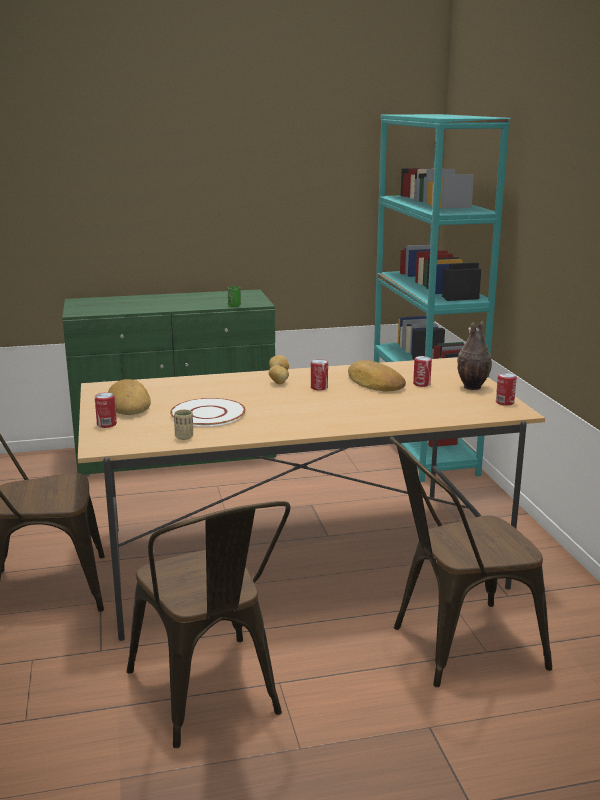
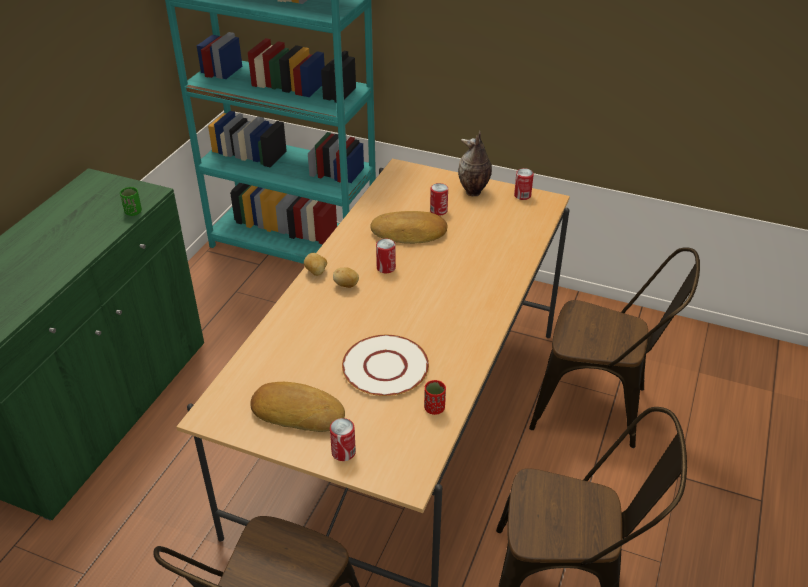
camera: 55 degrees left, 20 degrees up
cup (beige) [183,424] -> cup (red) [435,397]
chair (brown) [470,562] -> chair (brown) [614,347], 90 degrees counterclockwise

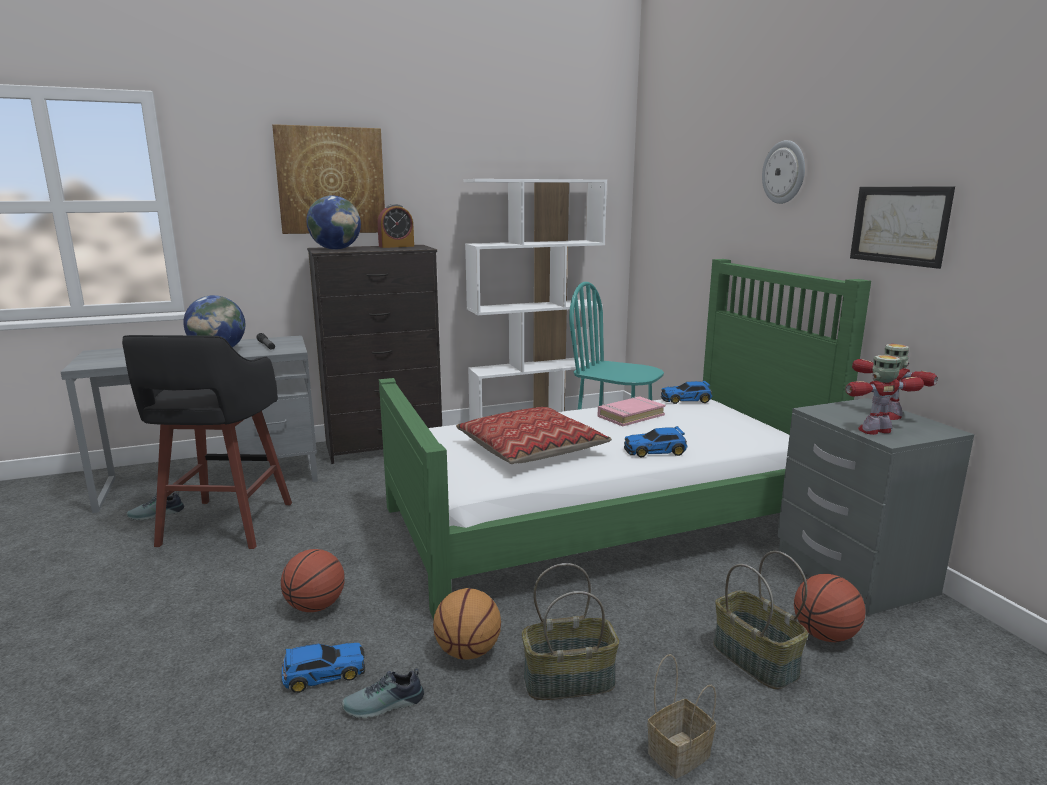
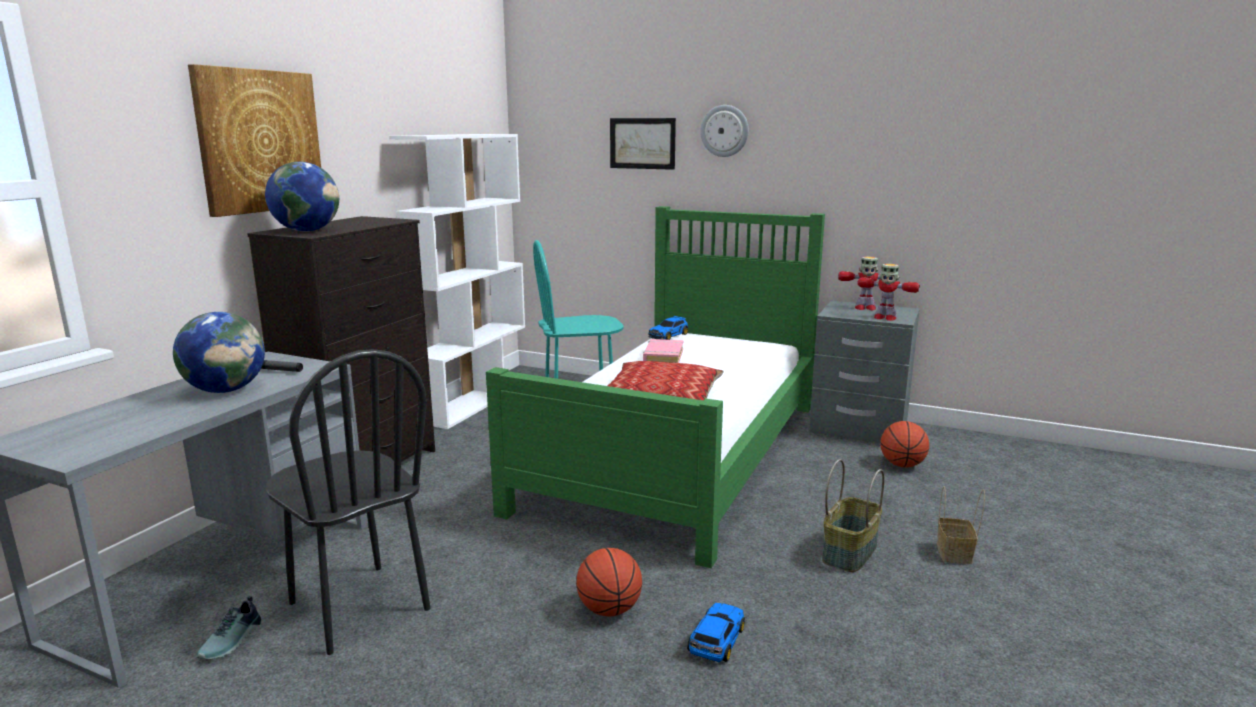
camera: 45 degrees left, 0 degrees up
shoe [383,693] -> none
alarm clock [395,226] -> none
basketball [467,624] -> none
toy car [656,441] -> none
basket [760,620] -> none
picture [902,227] -> picture [643,144], moved
stool (black) [207,442] -> chair (black) [347,502]
toy robot [885,395] -> toy robot [888,292], 90 degrees counterclockwise

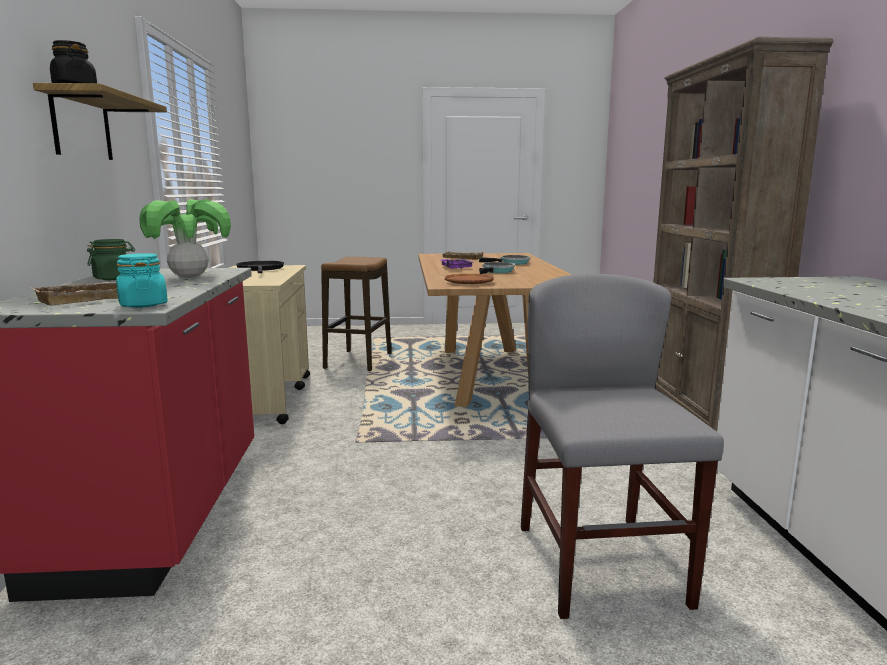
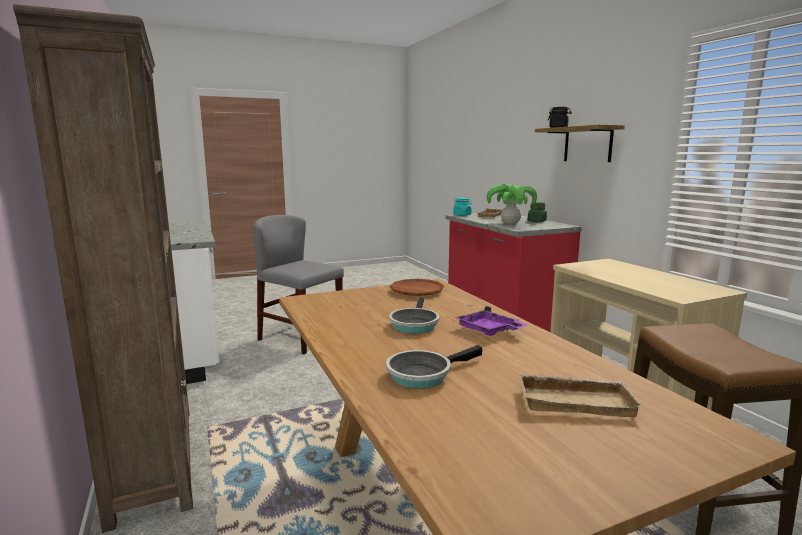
camera: 160 degrees right, 0 degrees up
frying pan (black) [260,267] -> none
chair (grey) [622,446] -> chair (grey) [299,284], 150 degrees clockwise

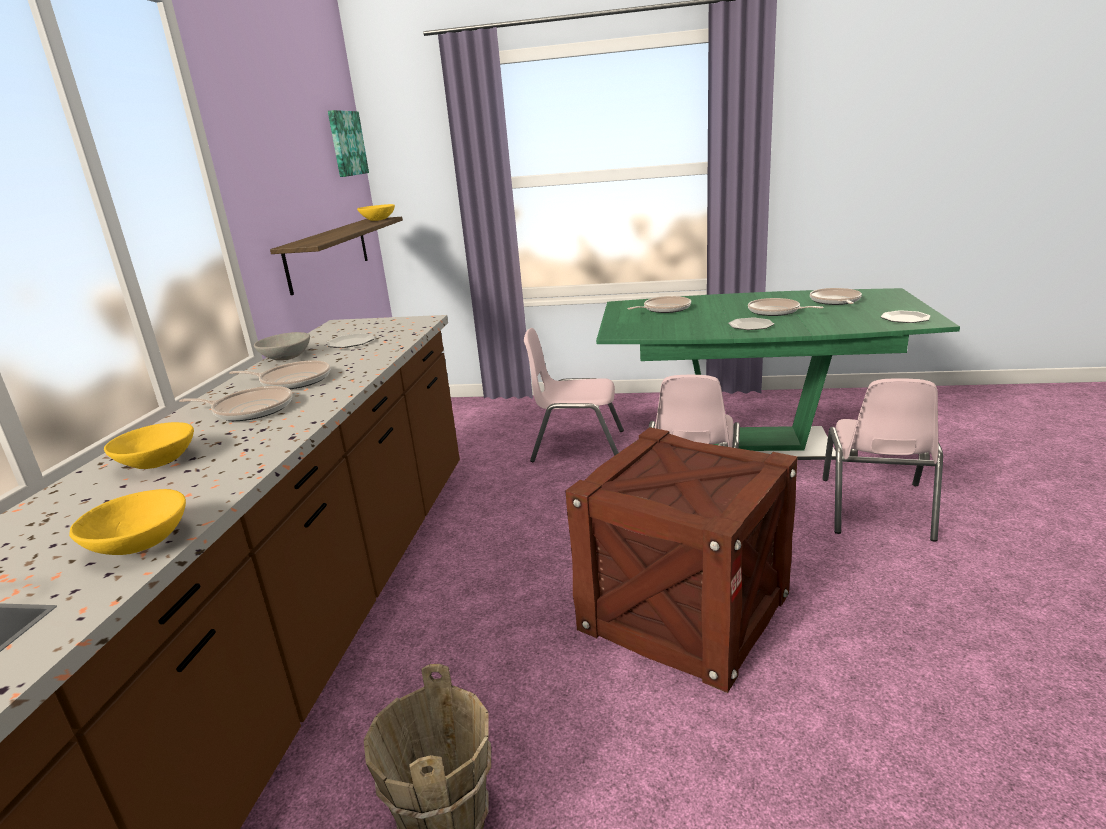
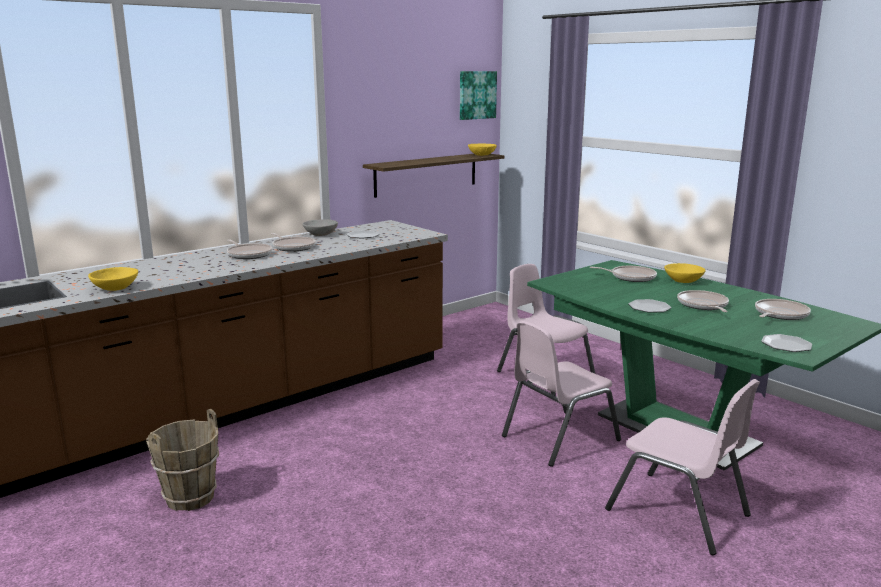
camera: 40 degrees right, 5 degrees down
crate [681,560] -> none
bowl (yellow) [149,445] -> bowl (yellow) [685,273], moved
chair (pink) [882,460] -> chair (pink) [682,467], 105 degrees counterclockwise

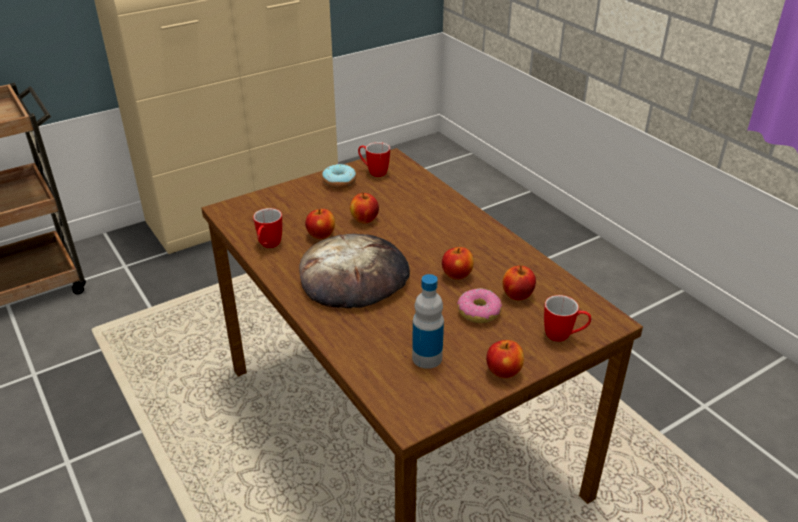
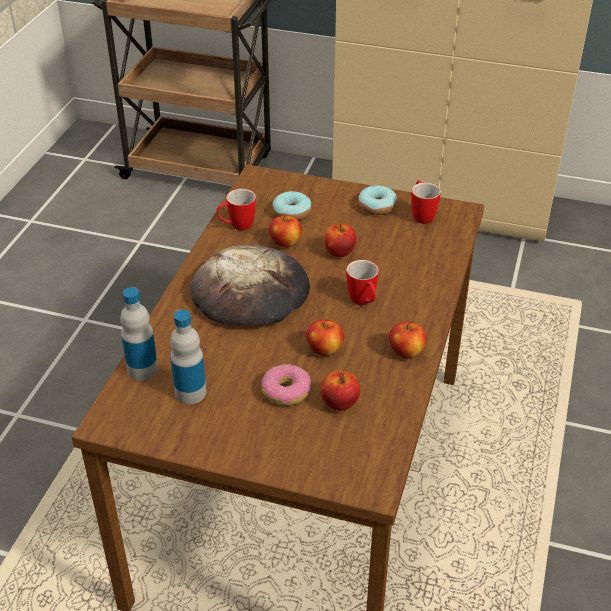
camera: 50 degrees right, 5 degrees up
none -> bottle [139,333]
none -> donut [292,206]
apple [505,359] -> apple [408,339], moved
mug [567,318] -> mug [362,282], moved

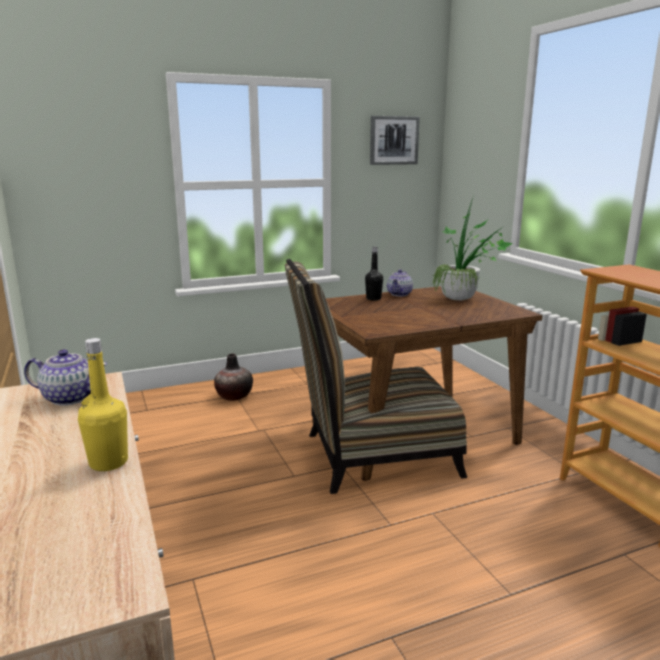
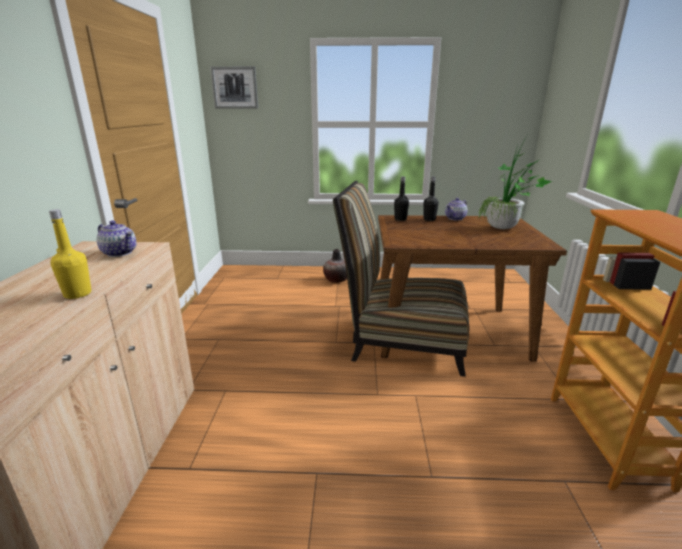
camera: 25 degrees right, 5 degrees up
none -> bottle (black) [401,198]
picture [395,140] -> picture [234,87], moved

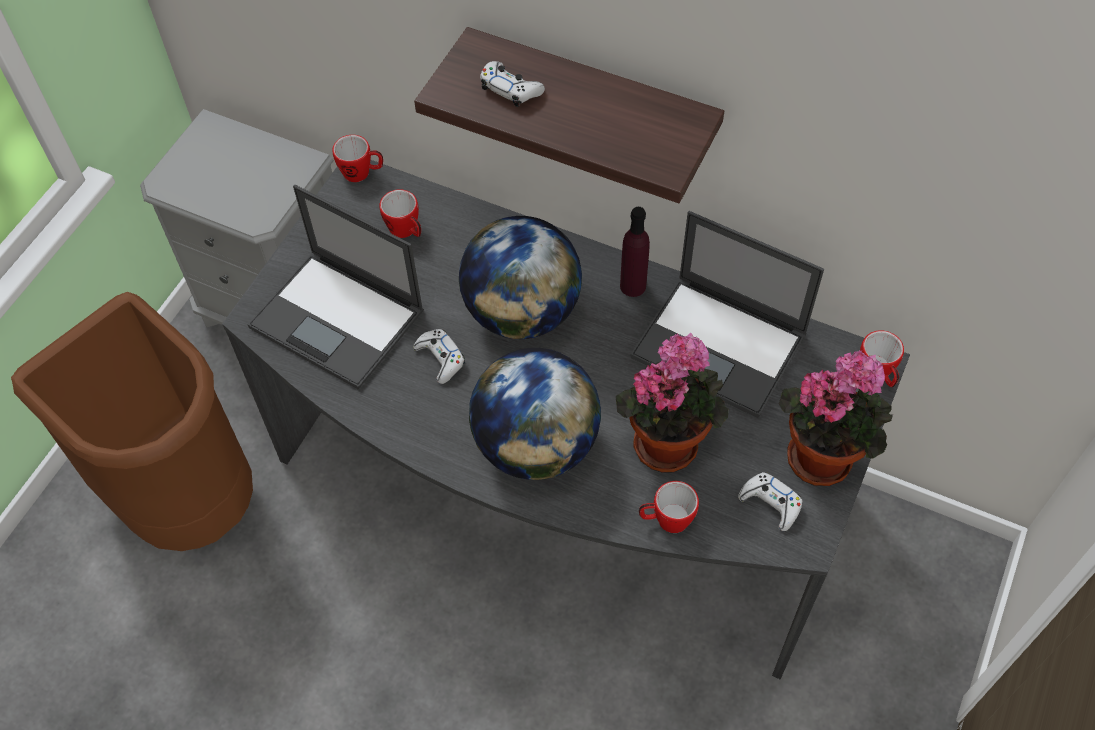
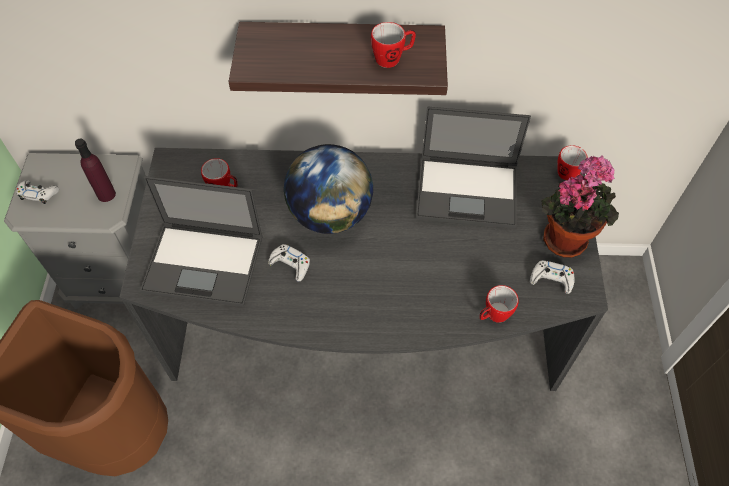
camera: 25 degrees left, 0 degrees up
globe [535,414] -> none
potted plant [672,402] -> none
mug [357,158] -> mug [393,45], moved
game controller (white) [512,84] -> game controller (white) [38,192], moved
bottle (purple) [635,252] -> bottle (purple) [95,170], moved

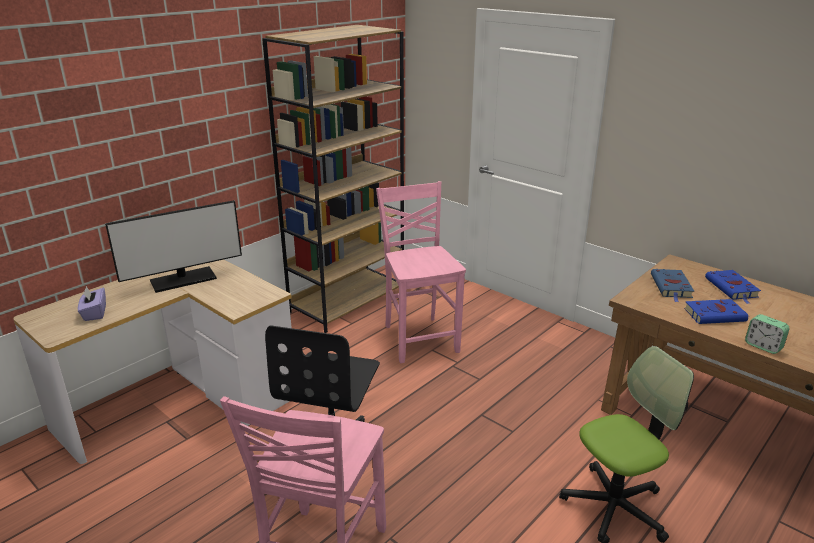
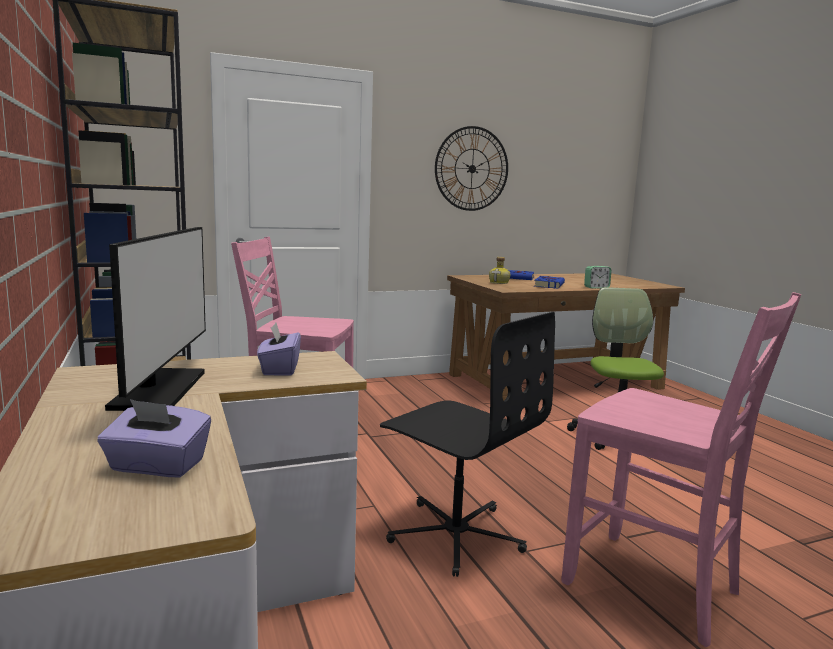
camera: 65 degrees left, 15 degrees down
none -> tissue box (purple) [279,349]
none -> wall clock [471,168]
book (blue) [672,285] -> bottle [499,270]

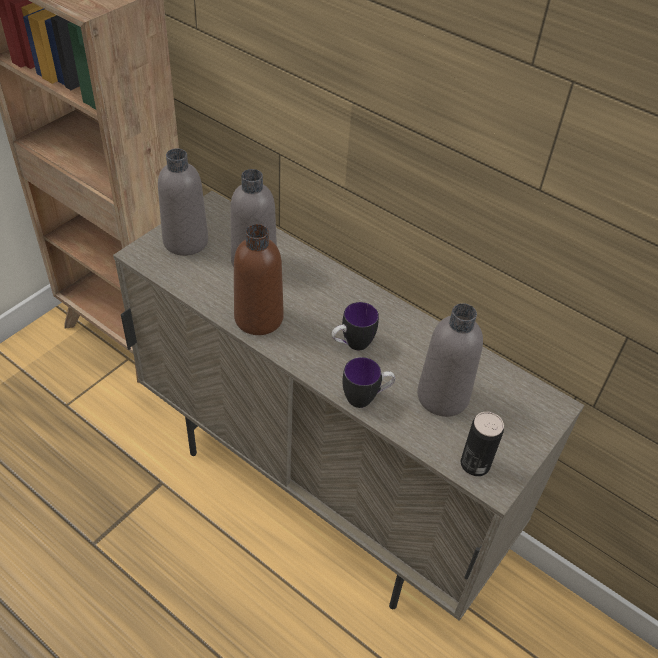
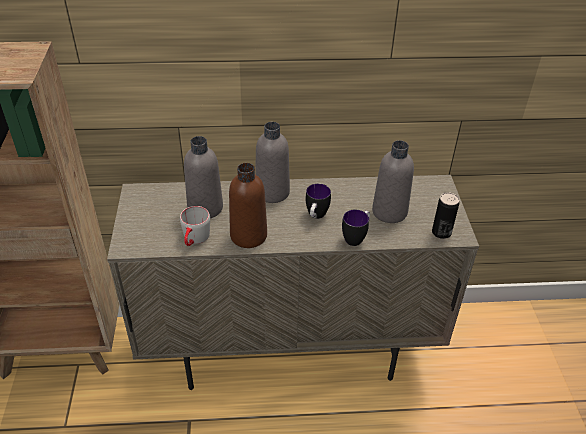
camera: 40 degrees left, 5 degrees down
none -> mug (grey) [195,226]
bottle (grey) [183,202] -> bottle (grey) [272,162], moved

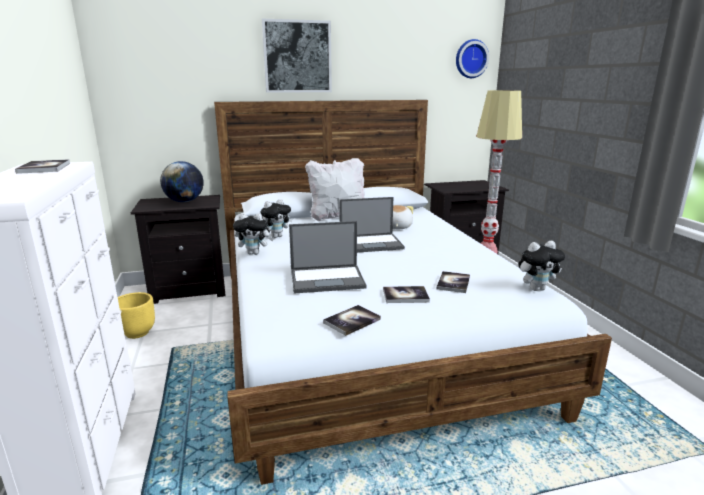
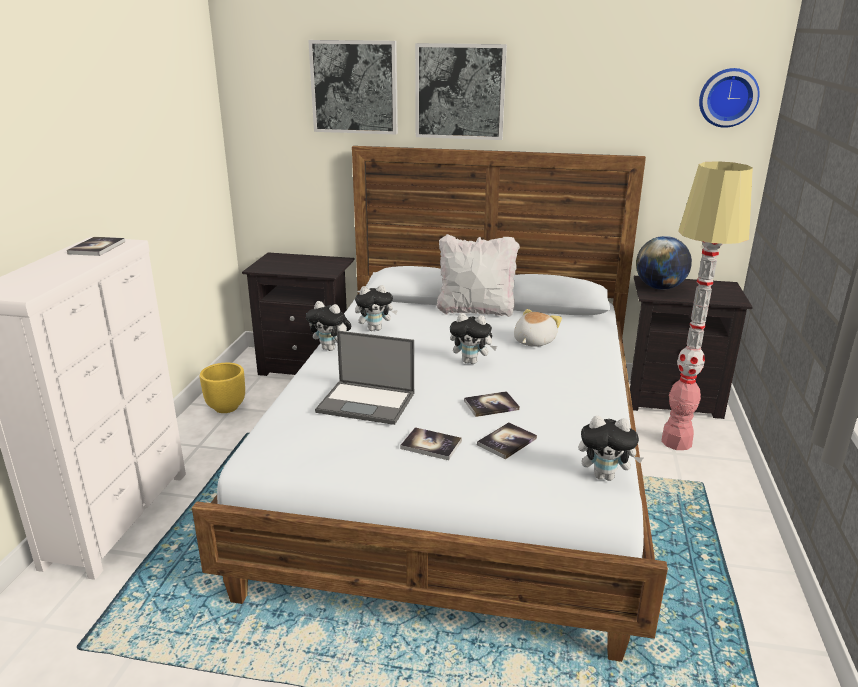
camera: 25 degrees right, 5 degrees up
none -> picture [353,87]
globe [182,181] -> globe [664,263], moved
book [352,320] -> book [492,404], moved
laptop [372,225] -> plush toy [473,338]

